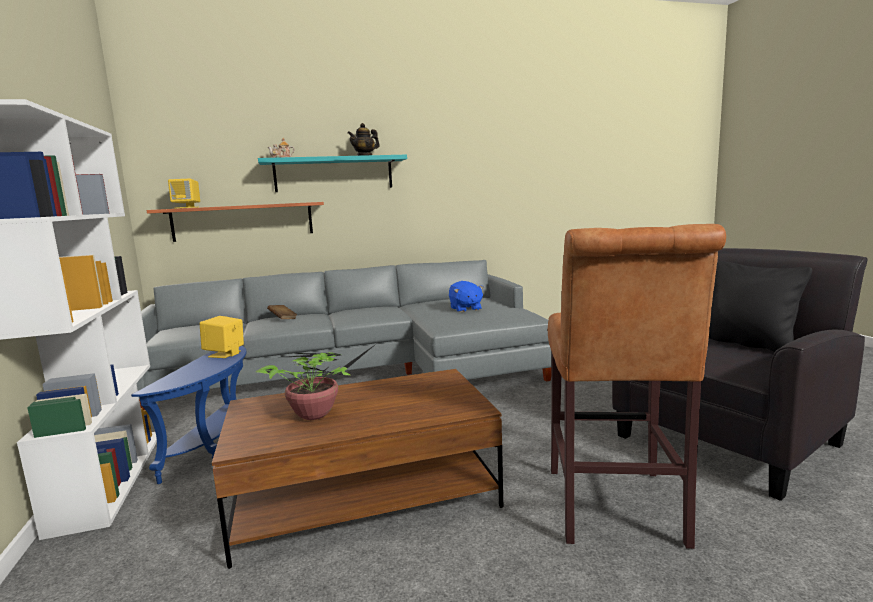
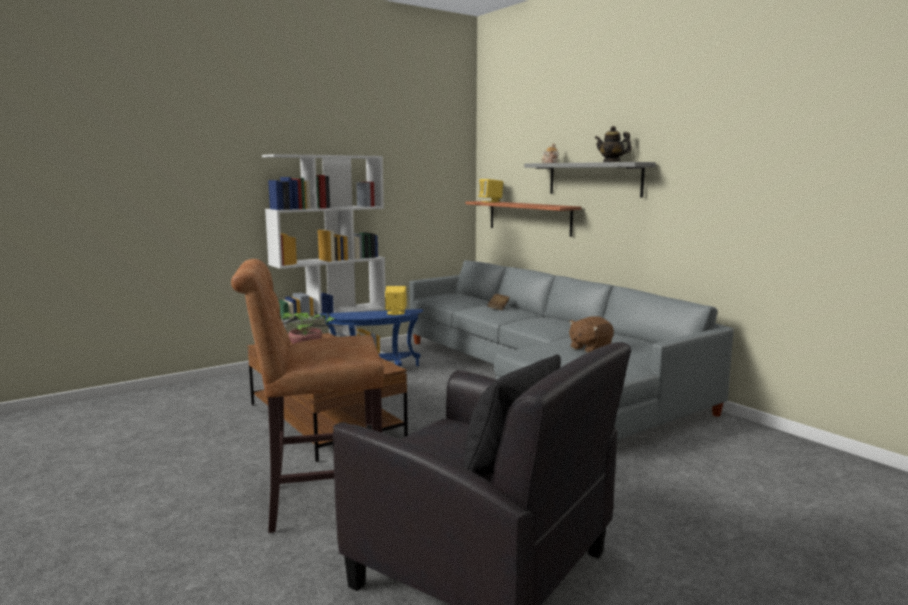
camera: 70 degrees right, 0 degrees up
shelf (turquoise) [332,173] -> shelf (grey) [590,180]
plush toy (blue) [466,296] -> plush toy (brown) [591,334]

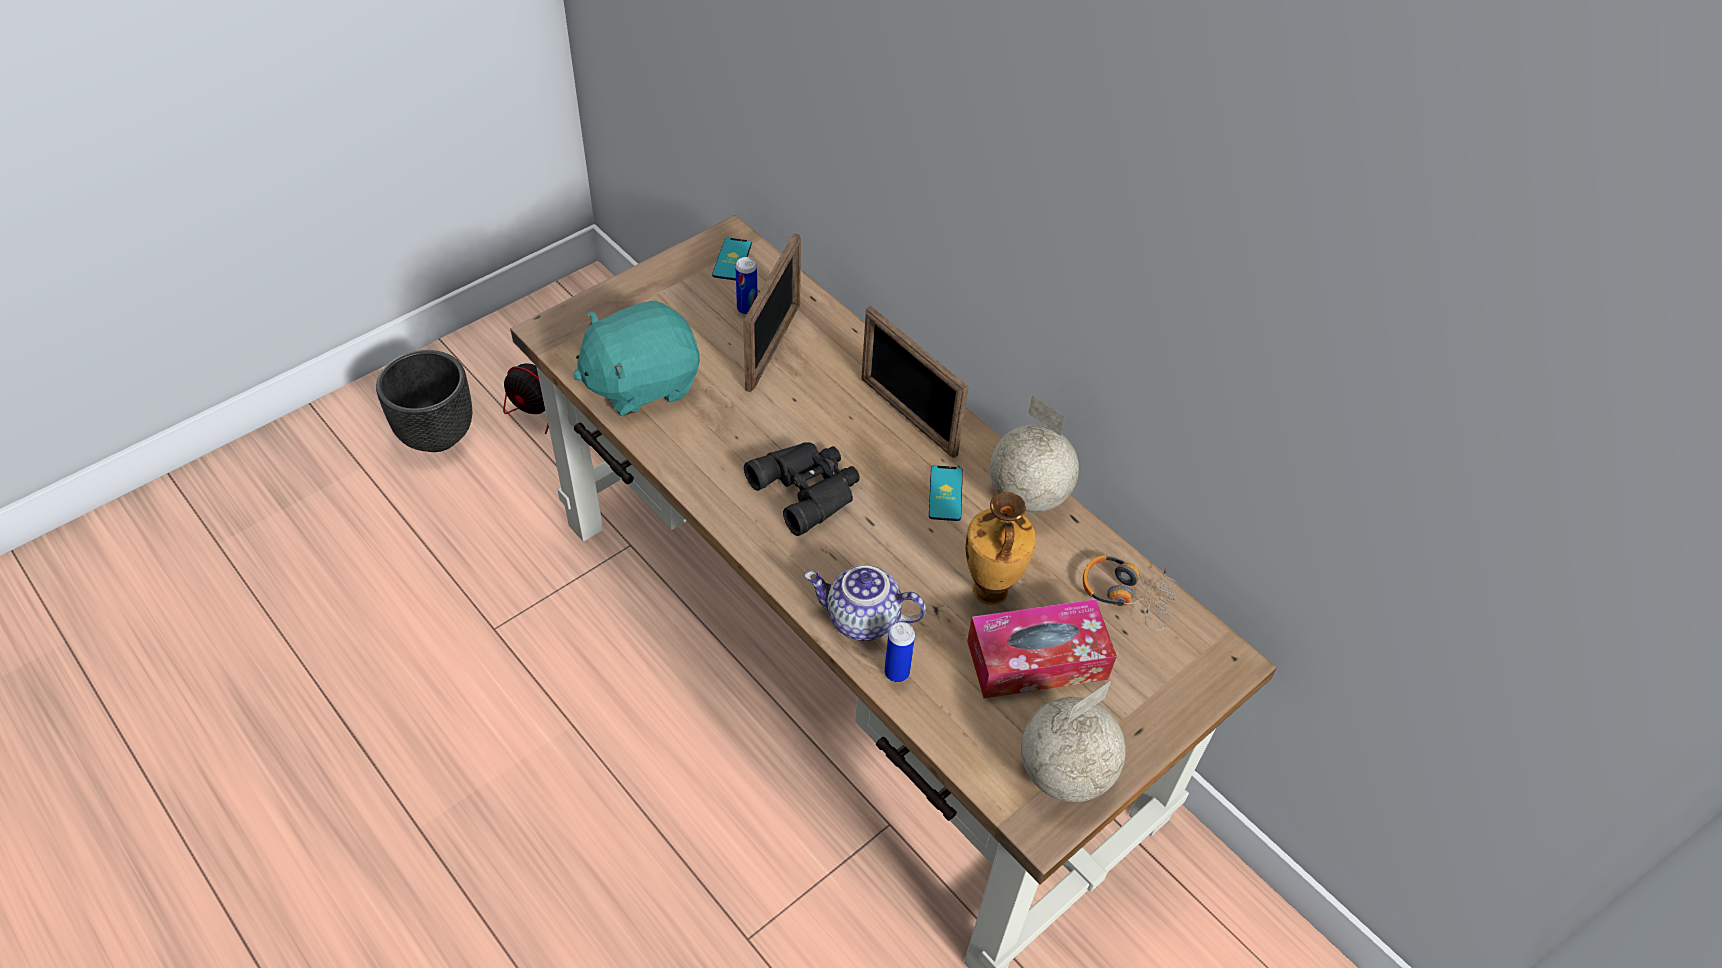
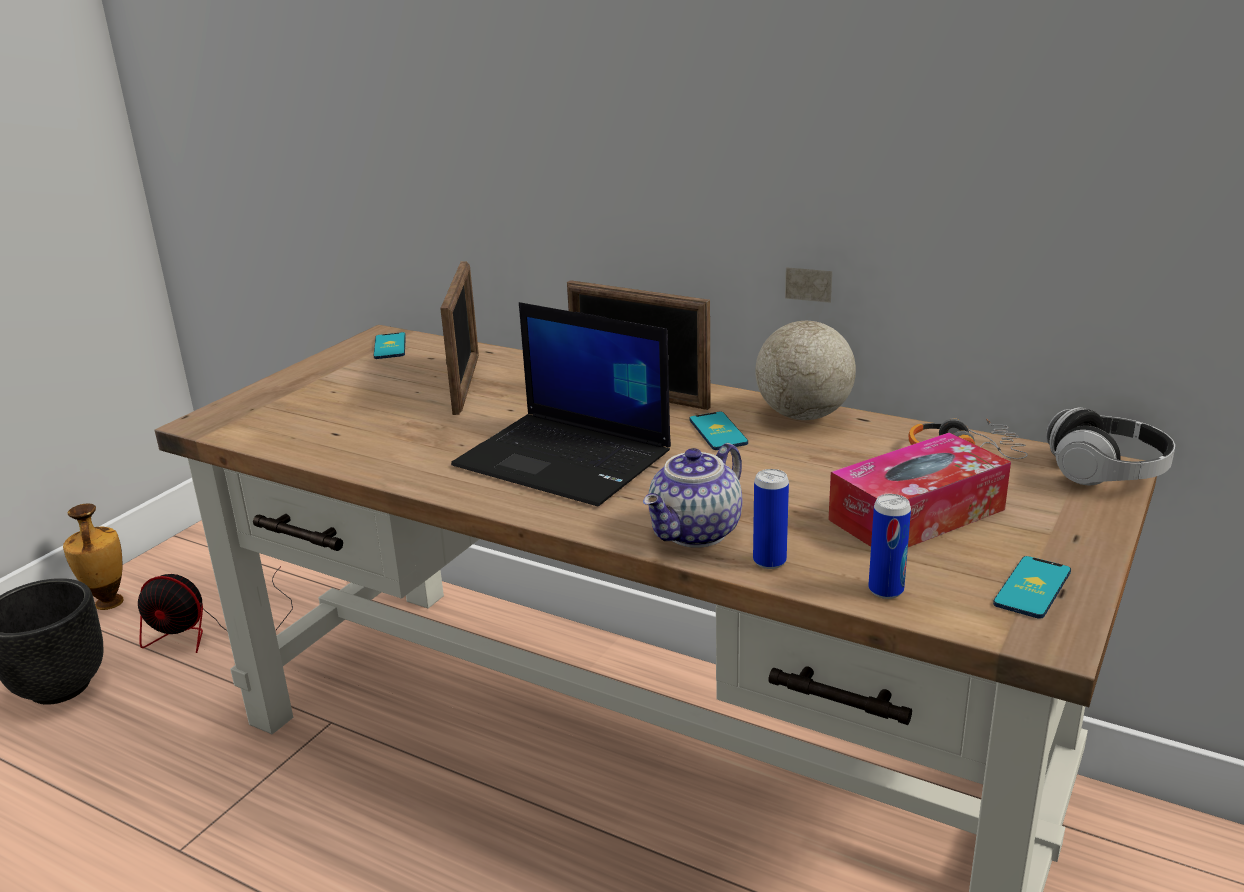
camera: 15 degrees left, 25 degrees down
plush toy (turquoise) [636,358] -> none
none -> headphones [1110,446]
can [746,286] -> can [889,546], moved
vase [1001,548] -> vase [93,557], moved
binoculars (black) [802,489] -> laptop [561,404]
globe [1073,741] -> phone [1032,587]
teapot [865,603] -> teapot [692,495], 45 degrees counterclockwise

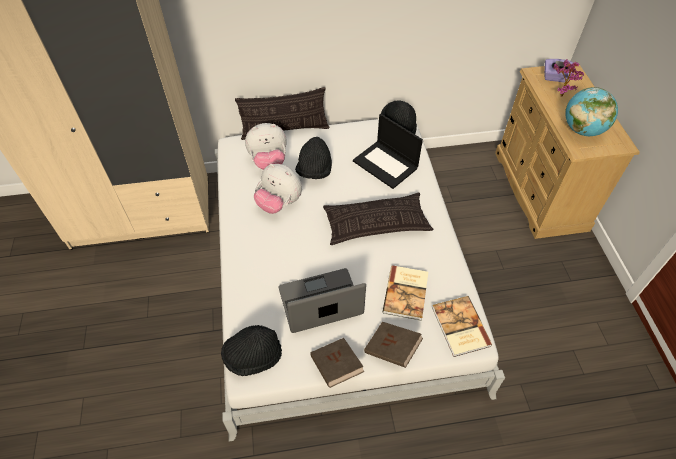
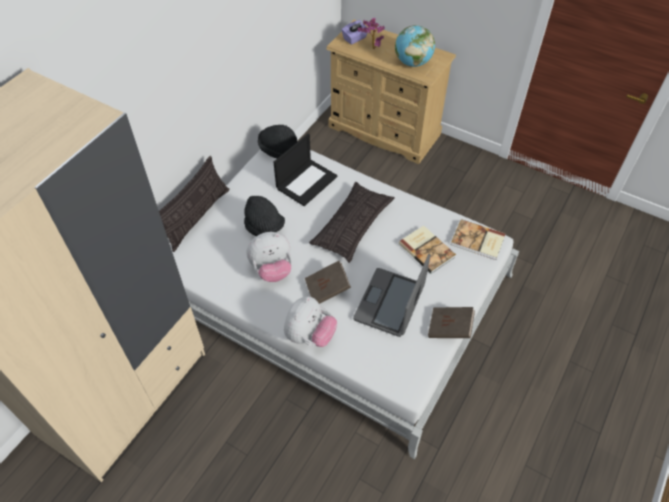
camera: 50 degrees left, 0 degrees up
hat (black) [251,350] -> none
plush toy [266,146] -> plush toy [310,321], moved
book (brown) [393,345] -> book (brown) [328,282], moved
laptop [388,151] -> laptop [306,170], 45 degrees counterclockwise

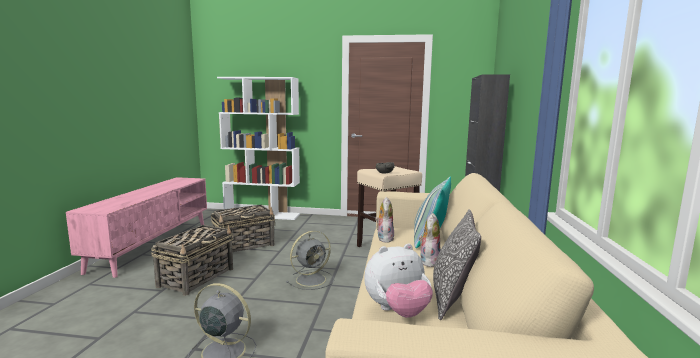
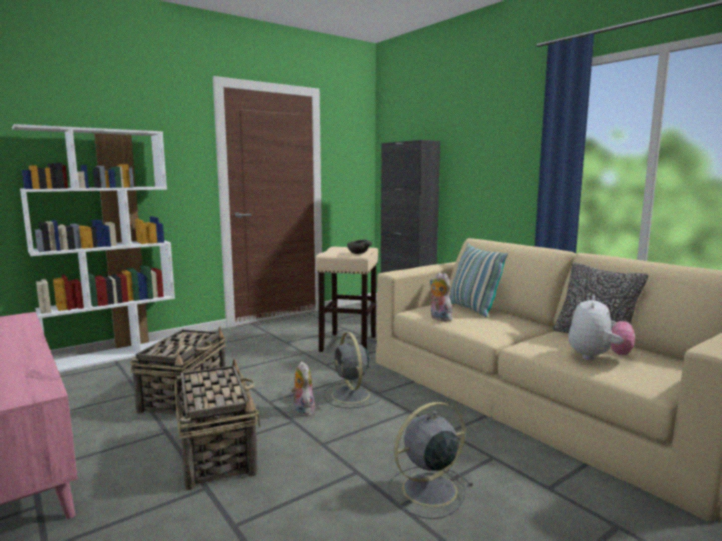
camera: 45 degrees left, 0 degrees up
plush toy [430,240] -> plush toy [303,389], moved
fan (grey) [310,260] -> fan (grey) [352,370], 150 degrees clockwise

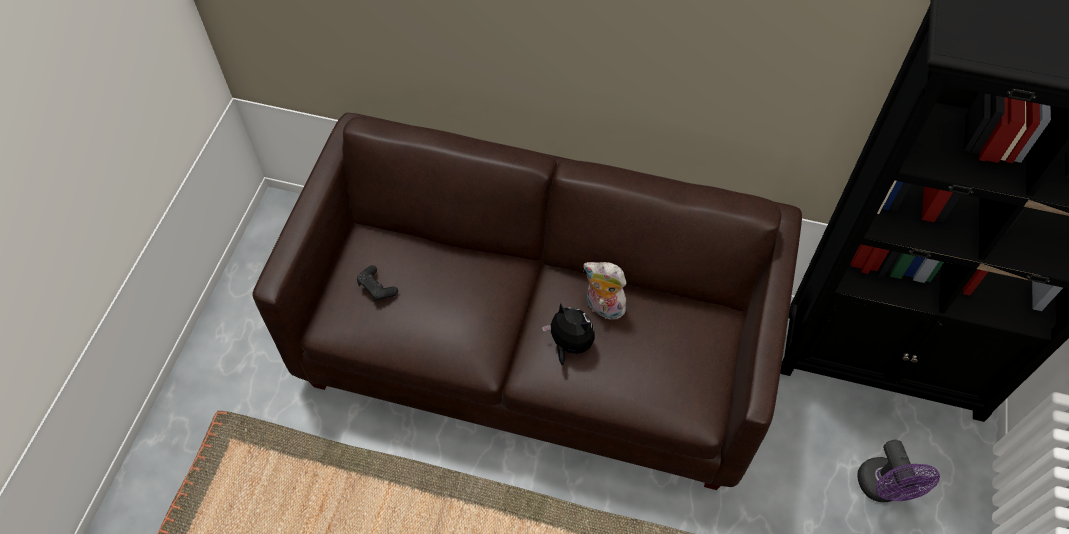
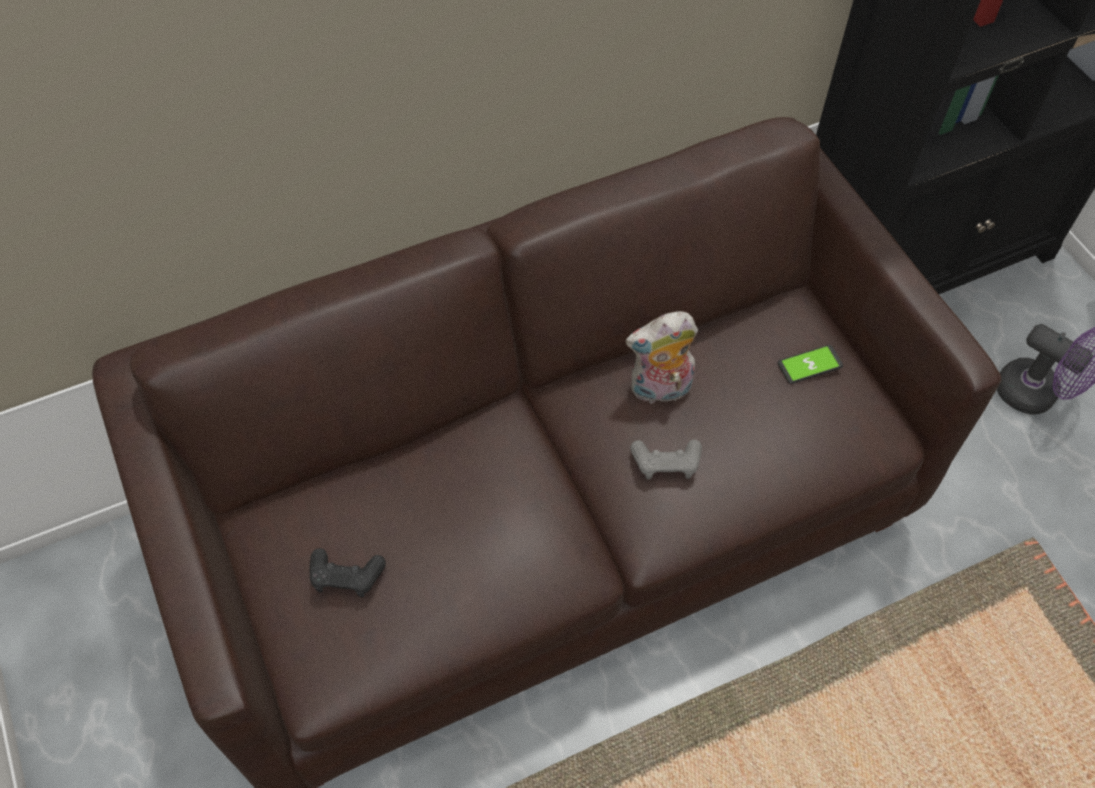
camera: 40 degrees left, 0 degrees up
none -> phone [810,364]
plush toy [568,334] -> game controller (grey) [666,459]

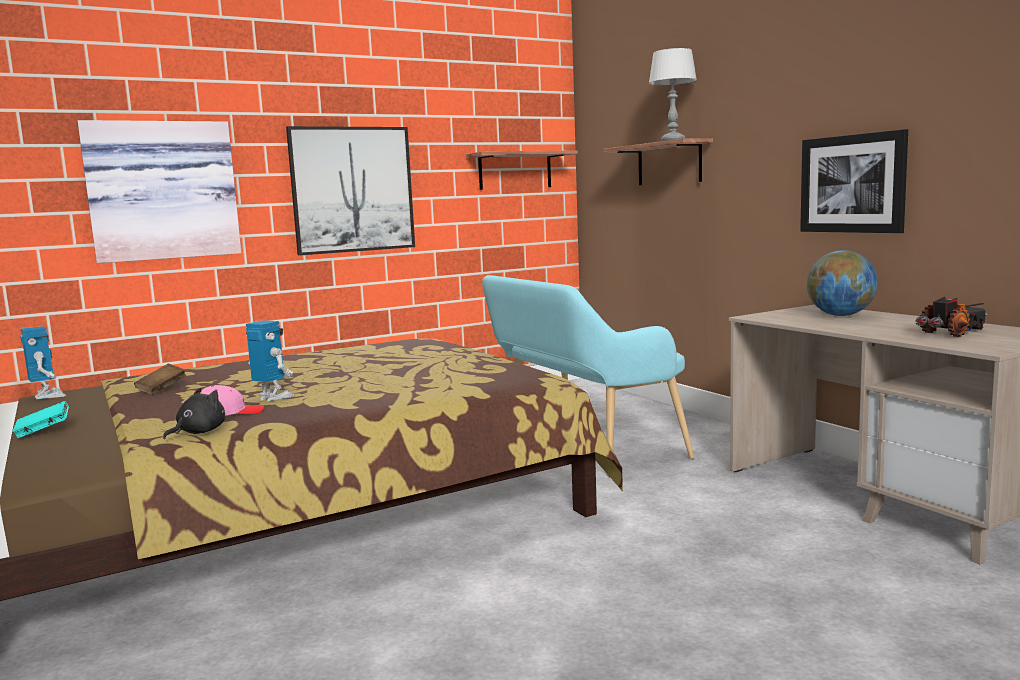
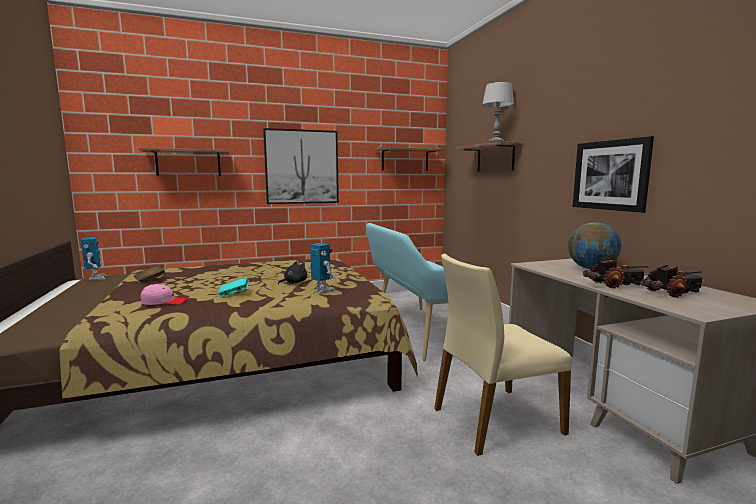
camera: 10 degrees right, 0 degrees up
none -> chair (beige) [503,354]
none -> toy truck [616,273]
book (turquoise) [41,419] -> book (turquoise) [233,287], moved
plush toy (black) [194,413] -> plush toy (black) [292,272], moved
toy robot [270,360] -> toy robot [323,268], moved
picture [159,191] -> shelf [184,162]

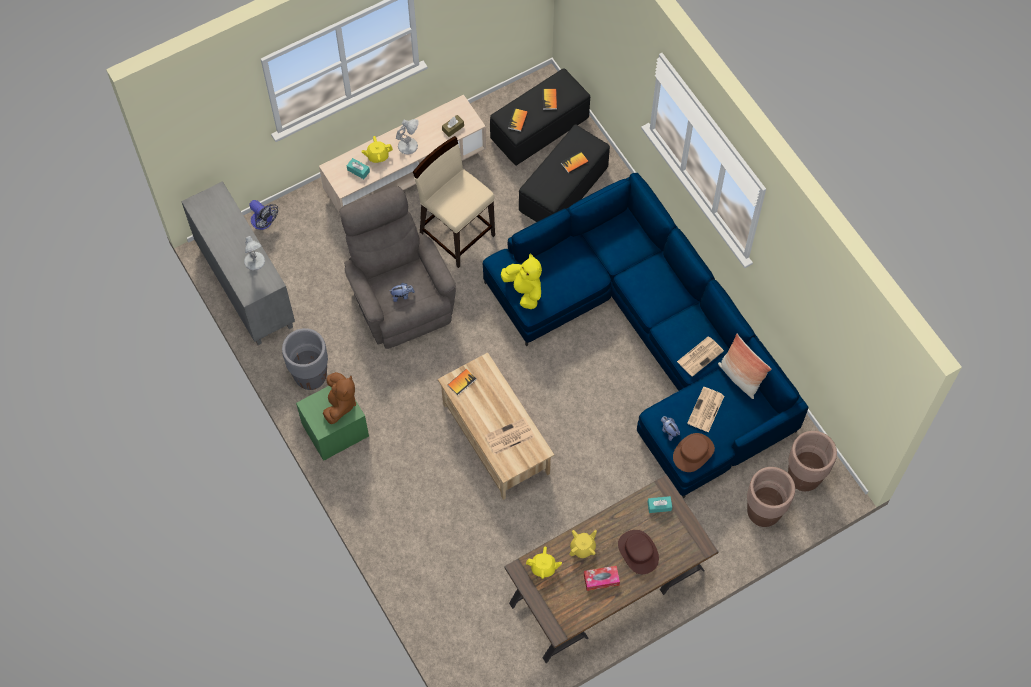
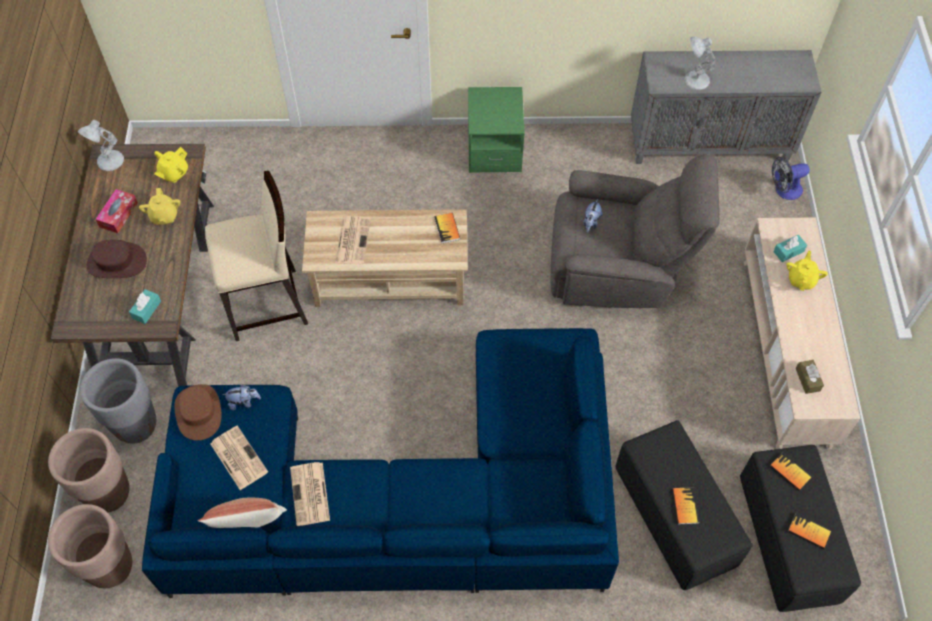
camera: 120 degrees right, 5 degrees down
plush toy (brown) [339,398] -> none
plush toy (yellow) [521,281] -> none
planter (grey) [305,359] -> planter (grey) [118,401], moved
table lamp (white) [407,137] -> table lamp (white) [101,145], moved
stool (beige) [454,202] -> stool (beige) [256,256], moved

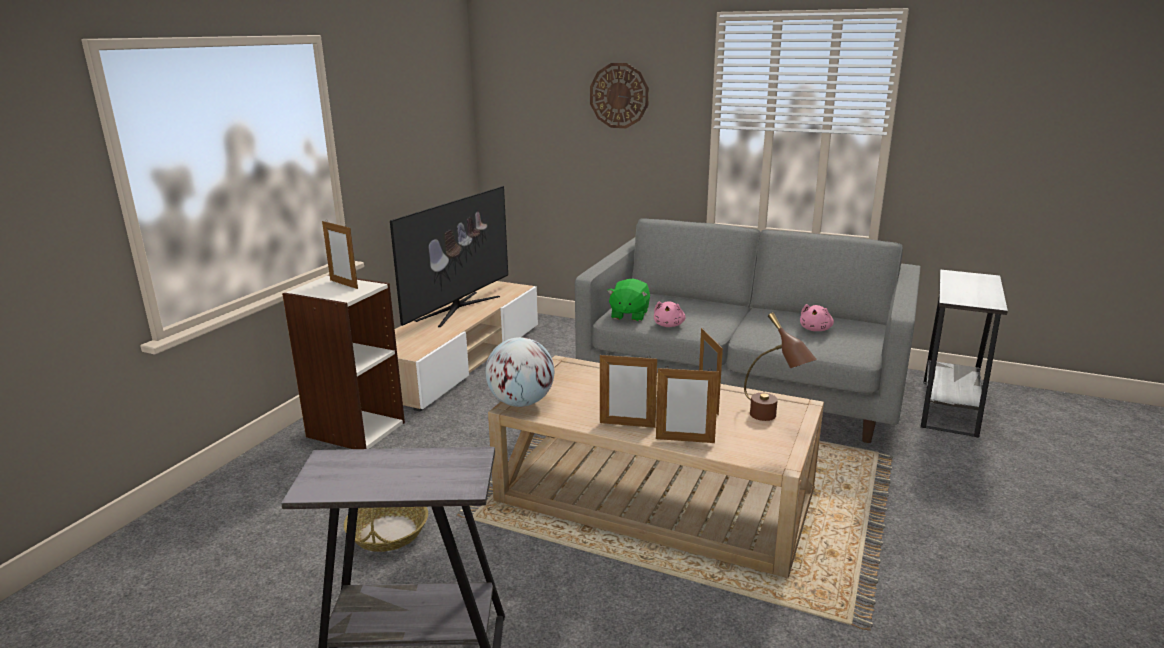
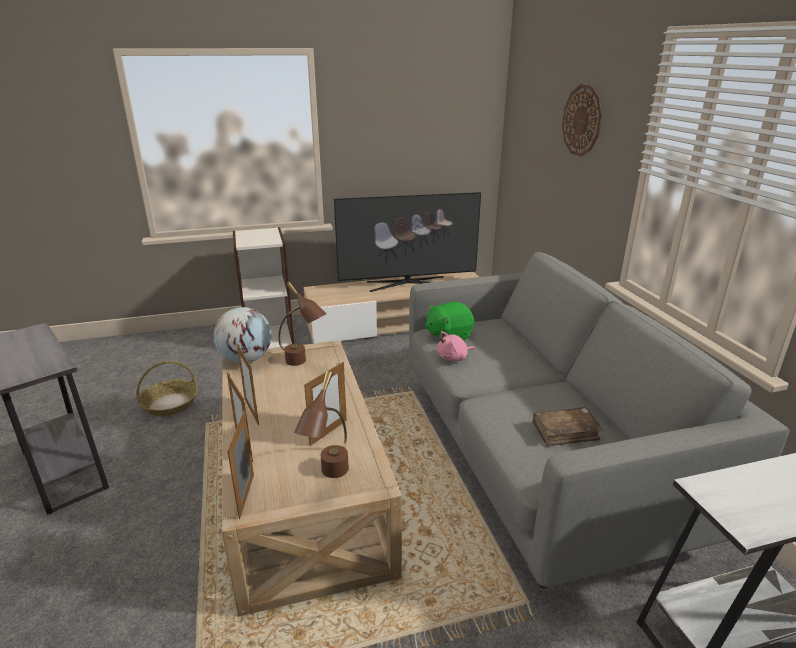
camera: 50 degrees right, 5 degrees up
none -> table lamp (brown) [302,323]
picture frame [340,255] -> picture frame [240,465], moved
plush toy (pink) [817,317] -> book (brown) [568,427]

